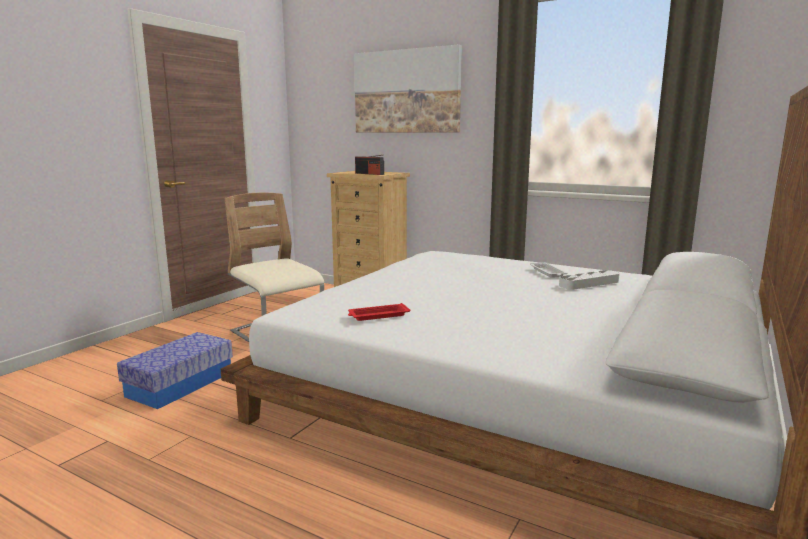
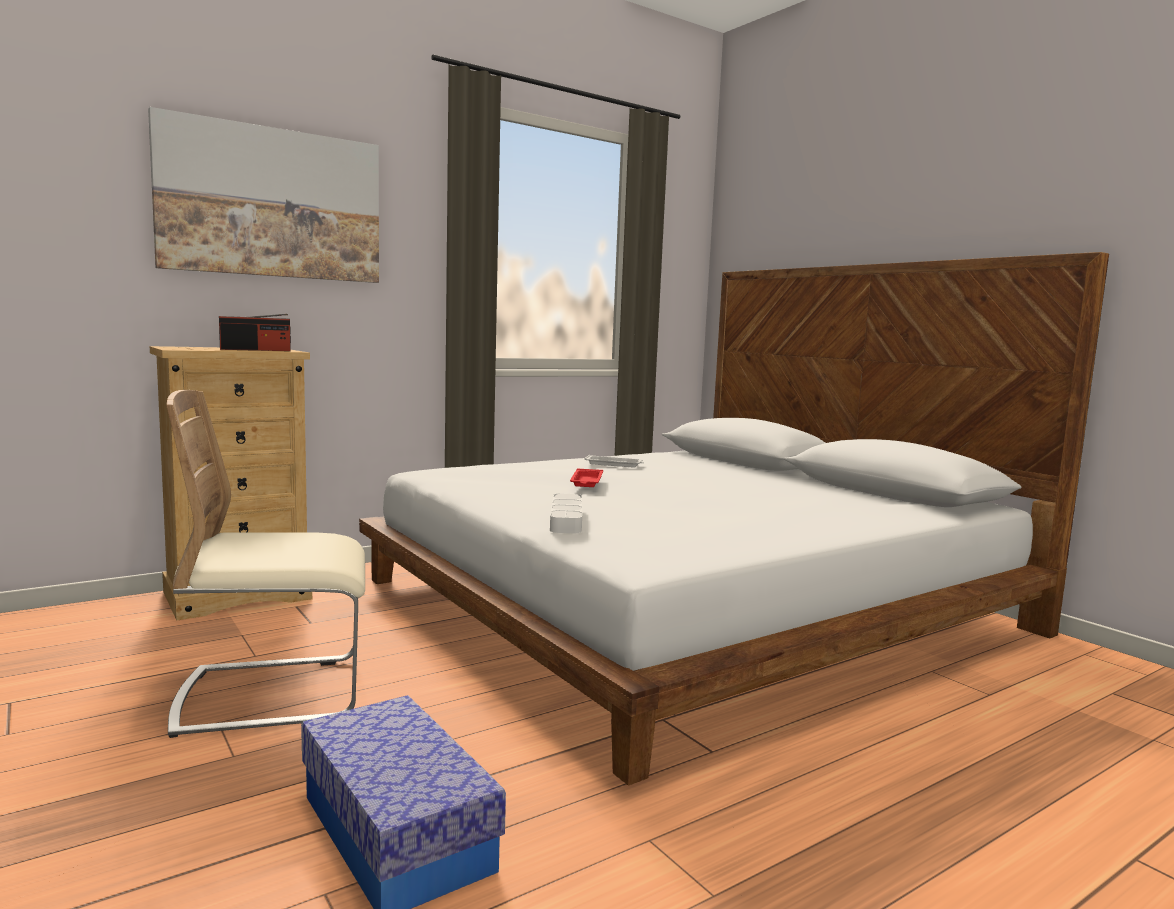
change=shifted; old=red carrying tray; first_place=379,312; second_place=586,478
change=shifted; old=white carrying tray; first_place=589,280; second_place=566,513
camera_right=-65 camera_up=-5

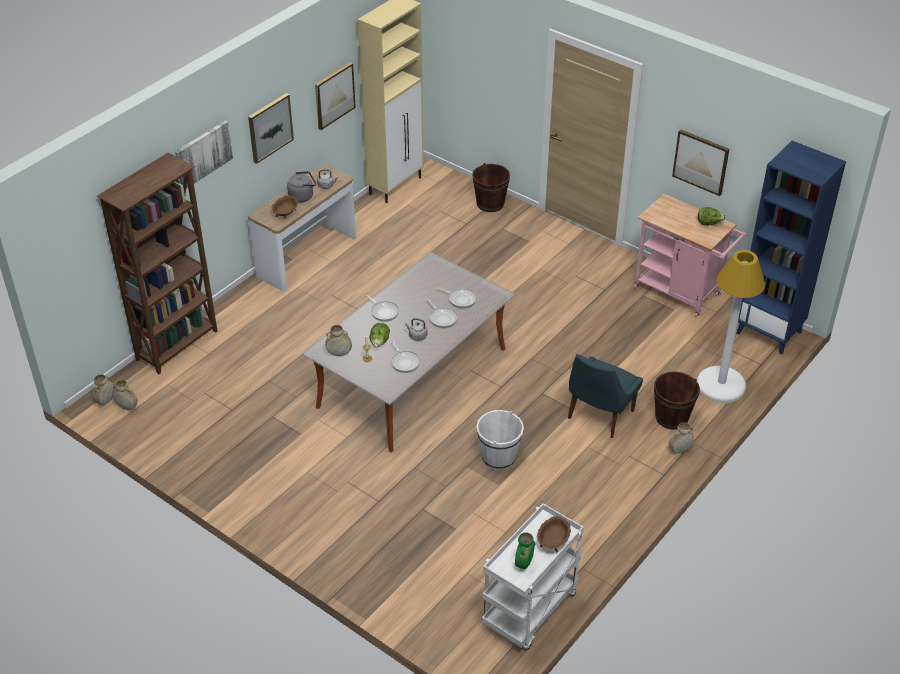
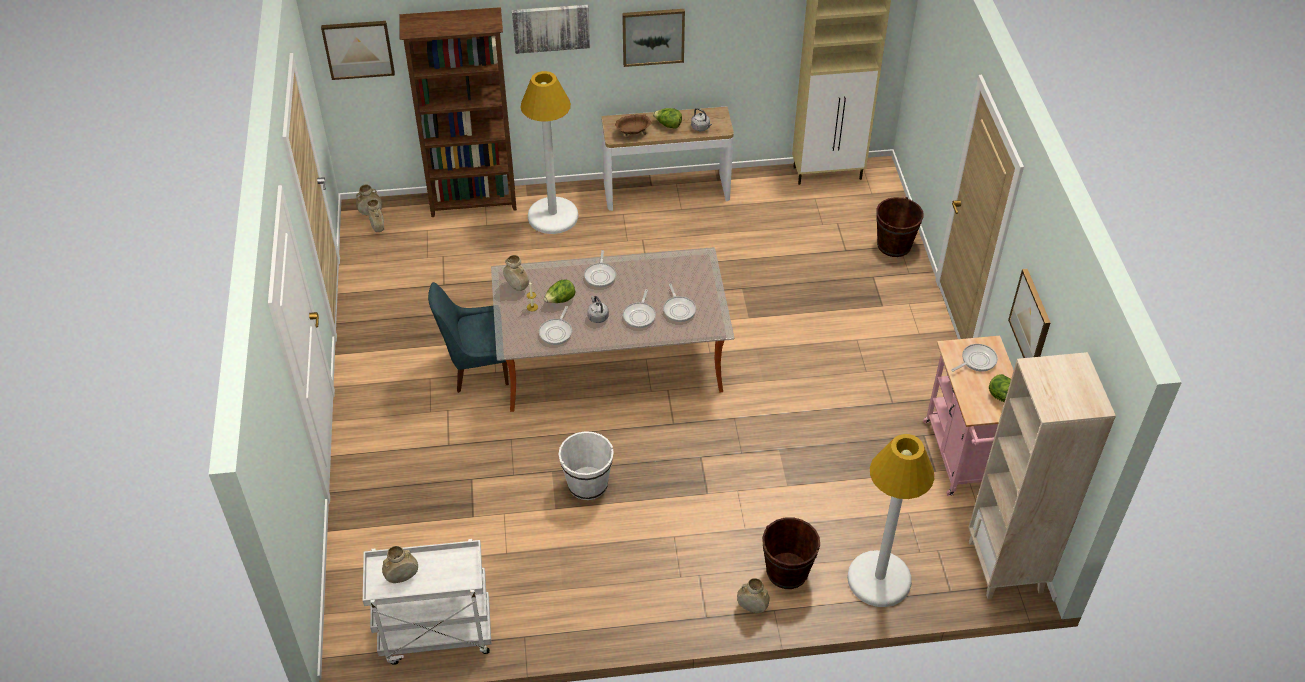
change=swapped; old=grey kettle; new=lettuce head; first_place=301,187; second_place=667,118
change=shifted; old=wall art; first_place=335,96; second_place=358,50
change=repainted; old=green-coloured vase; new=beige vase; first_place=525,550; second_place=400,564
change=gone; old=brownish deep dish; first_place=554,534
change=shifted; old=blue-coloured plain chair; first_place=605,396; second_place=468,337
change=repainted; old=blue-coloured shelving unit; new=beige shelving unit; first_place=791,248; second_place=1042,475
change=new; new=white standard lamp; second_place=549,152
change=new; new=skillet; second_place=974,358
camera_right=45 camera_up=5

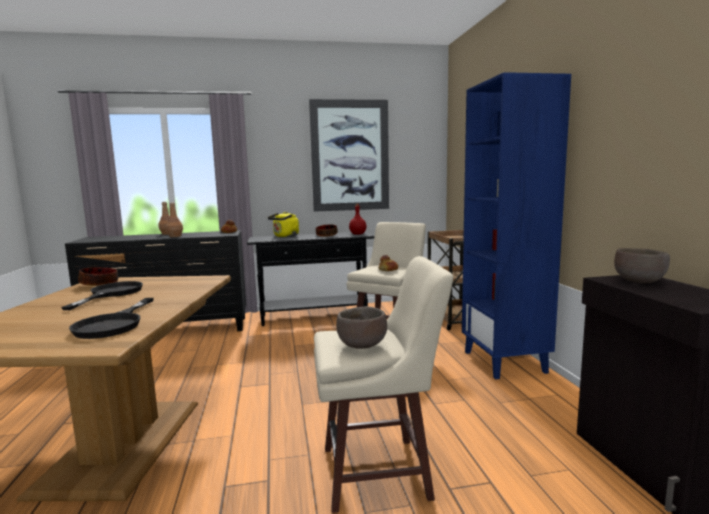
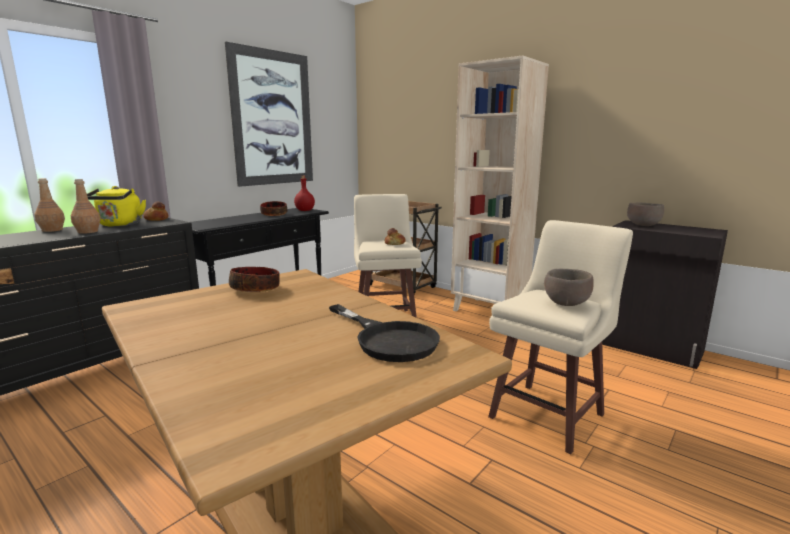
change=gone; old=blackish skillet; first_place=102,295
change=shifted; old=deep dish; first_place=98,276; second_place=254,279
change=shifted; old=yellow-coloured kettle; first_place=283,224; second_place=116,206
change=repainted; old=blue-coloured shelving unit; new=beige shelving unit; first_place=516,225; second_place=500,183
camera_right=-40 camera_up=5

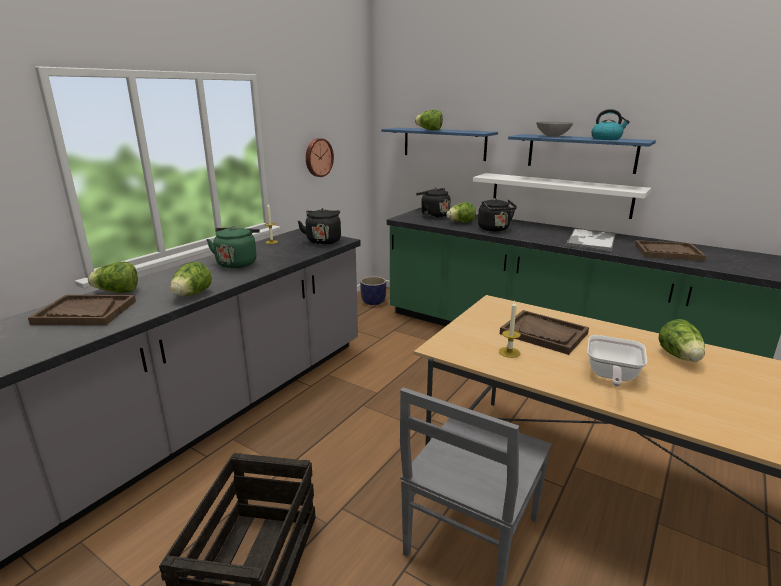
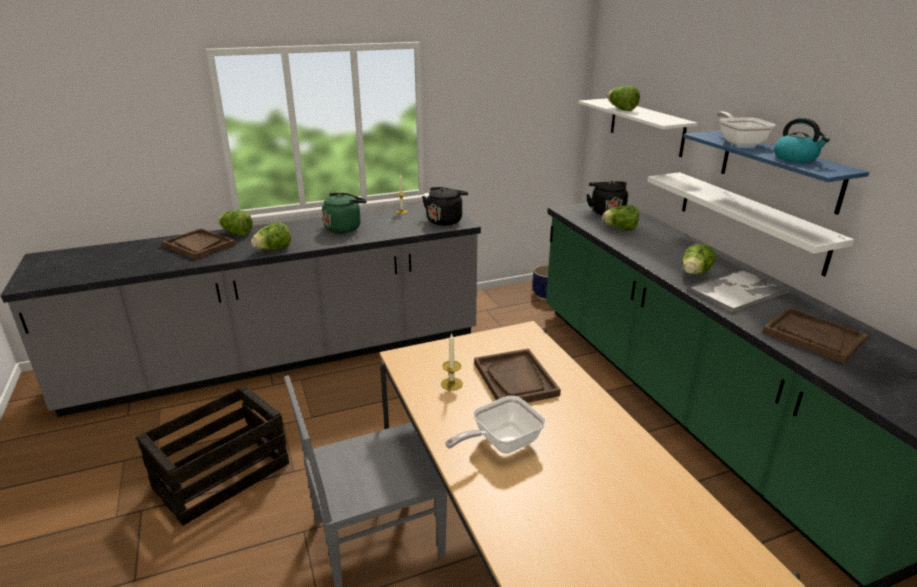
change=gone; old=wall clock; first_place=320,157
change=repainted; old=blue-coloured wall shelf; new=white wall shelf; first_place=439,144; second_place=637,127
change=gone; old=blackish kettle; first_place=497,214
change=swapped; old=grey deep dish; new=skillet; first_place=554,129; second_place=746,129
change=shifted; old=lettuce head; first_place=682,340; second_place=699,259
camera_right=35 camera_up=5

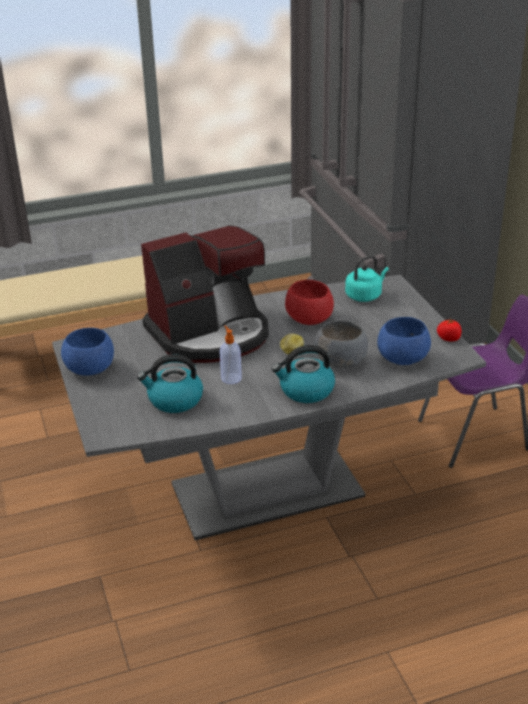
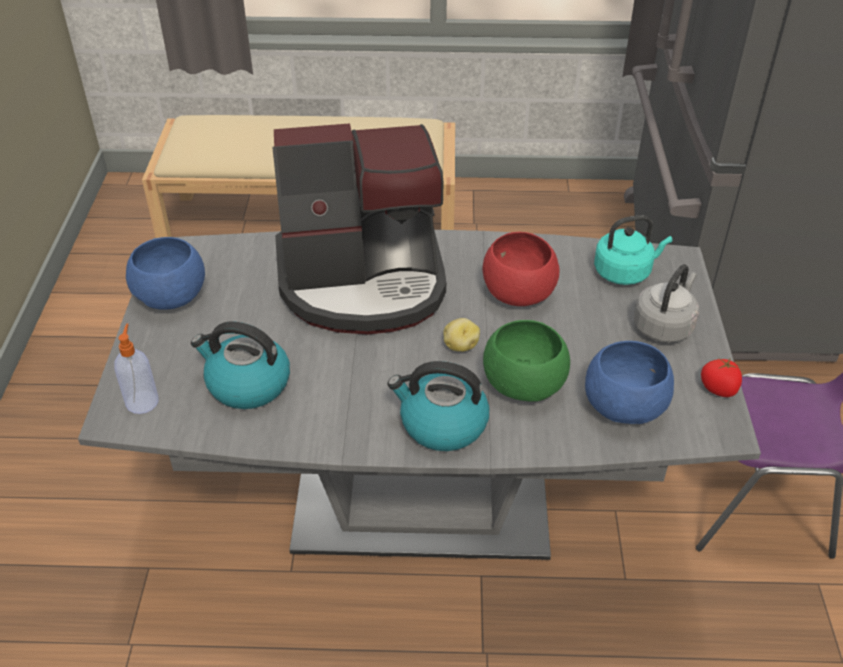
change=shifted; old=soap dispenser; first_place=231,354; second_place=136,369
change=repainted; old=grey deep dish; new=green-coloured deep dish; first_place=341,344; second_place=526,361
change=new; new=grey kettle; second_place=666,303
camera_right=20 camera_up=10

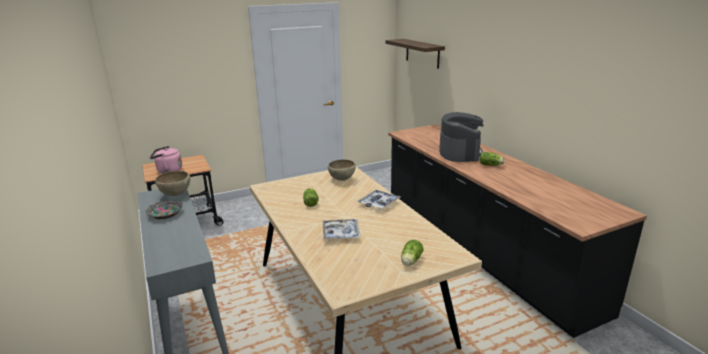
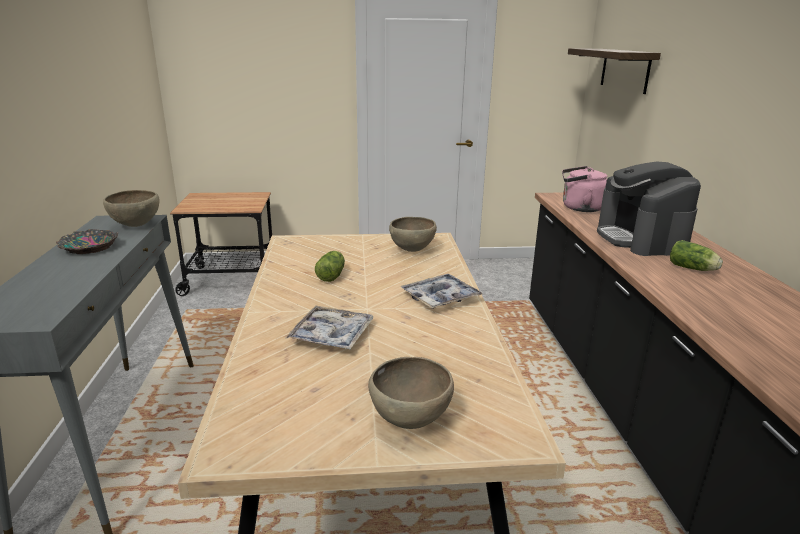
change=shifted; old=pink kettle; first_place=166,159; second_place=584,189
change=swapped; old=lettuce head; new=brownish deep dish; first_place=412,253; second_place=411,393
change=rotated; old=coffee machine; first_place=461,137; second_place=649,209; degrees=150
camera_right=20 camera_up=0

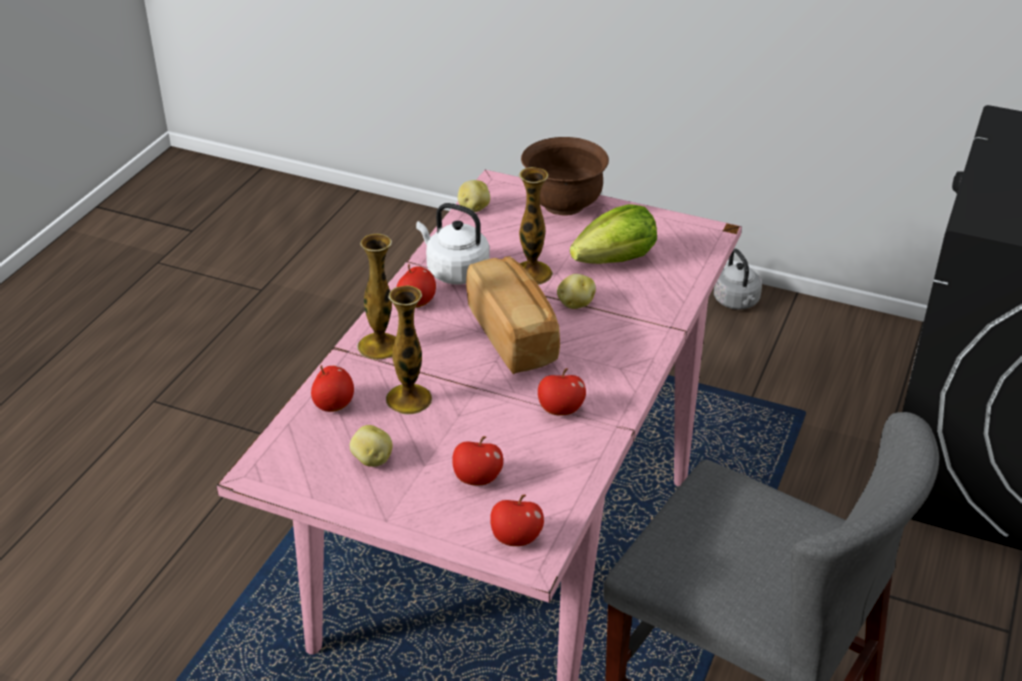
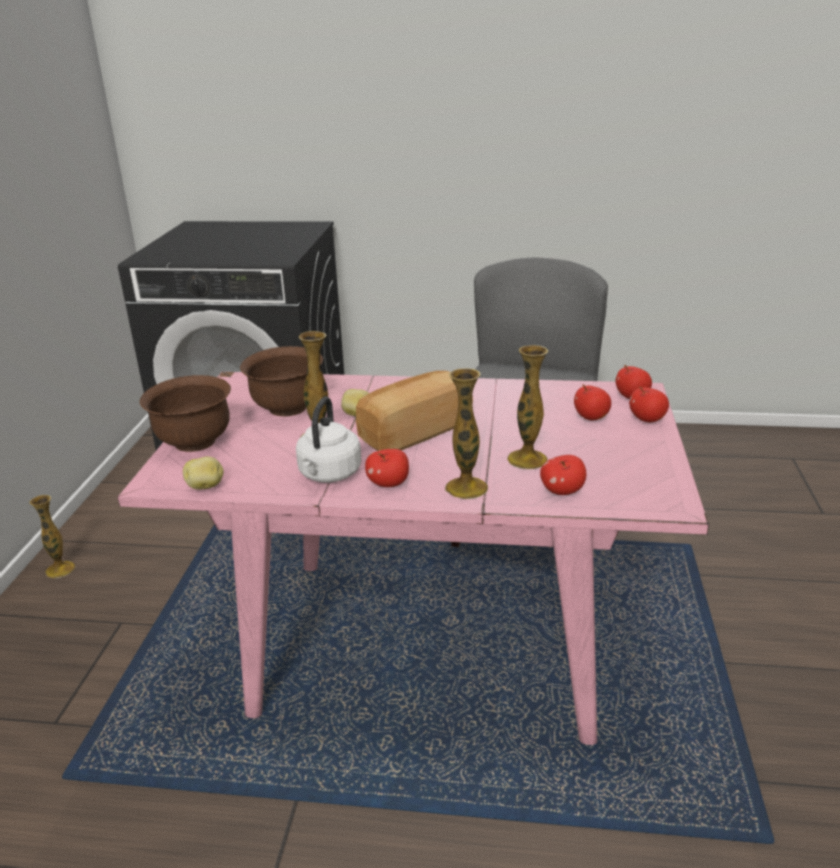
change=gone; old=spud; first_place=371,446
change=shifted; old=apple; first_place=562,392; second_place=649,404
change=swapped; old=lettuce head; new=brownish deep dish; first_place=613,234; second_place=281,381
change=swapped; old=grey kettle; new=vase; first_place=738,279; second_place=52,536
camera_right=-105 camera_up=-10

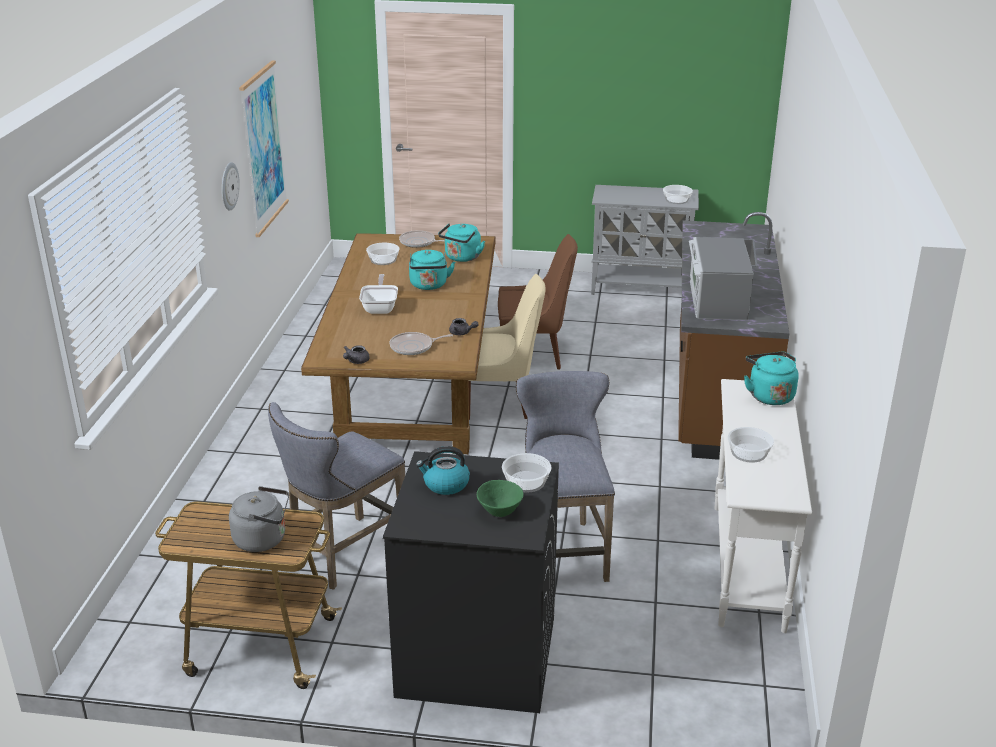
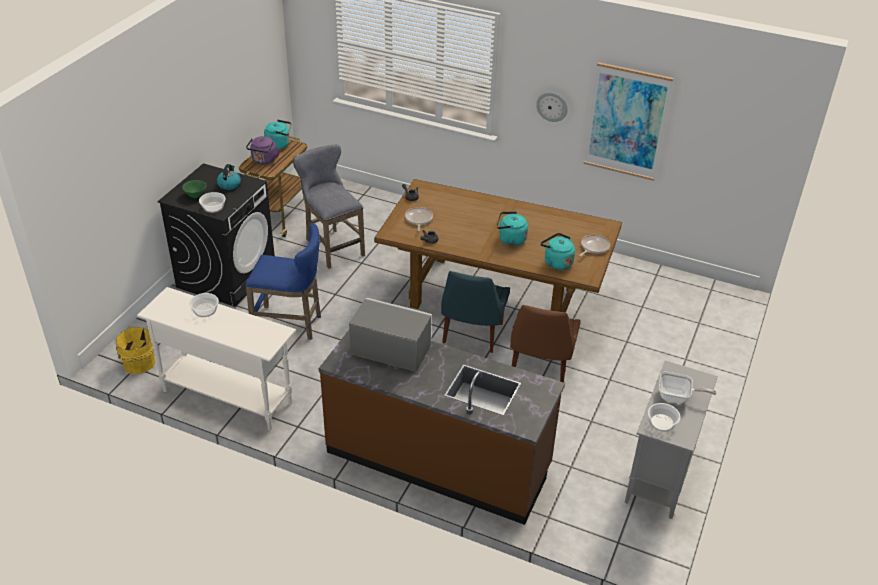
change=repainted; old=grey kettle; new=purple kettle; first_place=259,519; second_place=263,150
change=shifted; old=skillet; first_place=378,294; second_place=687,387
change=gone; old=deep dish; first_place=383,254
change=repainted; old=beige plain chair; new=blue-coloured plain chair; first_place=507,347; second_place=475,312
change=repainted; old=grey stool seat; new=blue-coloured stool seat; first_place=565,476; second_place=283,281
change=shifted; old=turquoise kettle; first_place=771,378; second_place=278,134
change=new; new=yellow-coloured pail; second_place=135,350
camera_right=105 camera_up=10

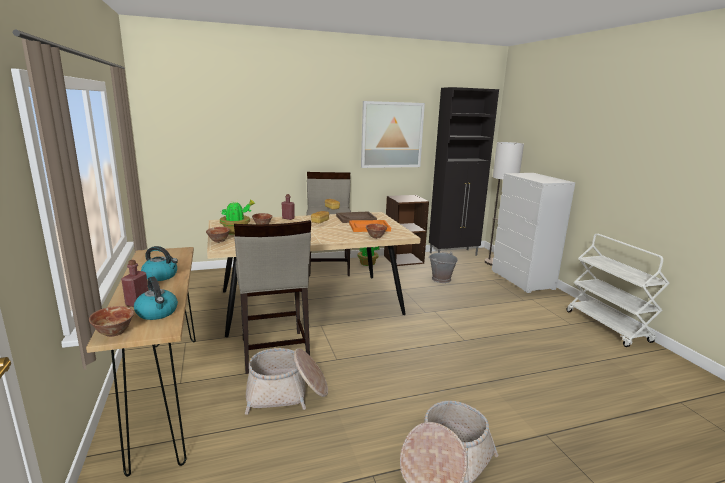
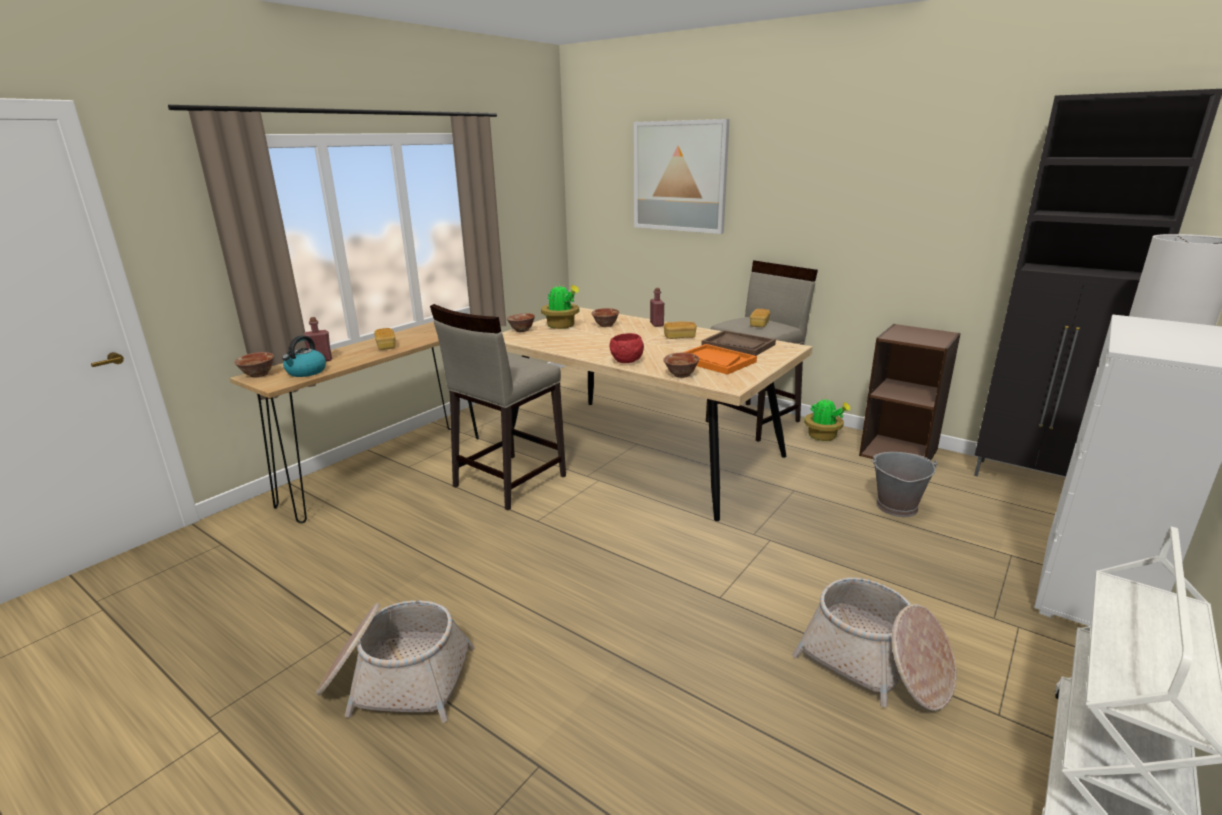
change=swapped; old=kettle; new=baked bread; first_place=159,263; second_place=385,339
change=shifted; old=basket; first_place=286,381; second_place=874,644
change=shifted; old=wall art; first_place=393,134; second_place=682,176
change=new; new=red deep dish; second_place=627,348
camera_right=55 camera_up=5

